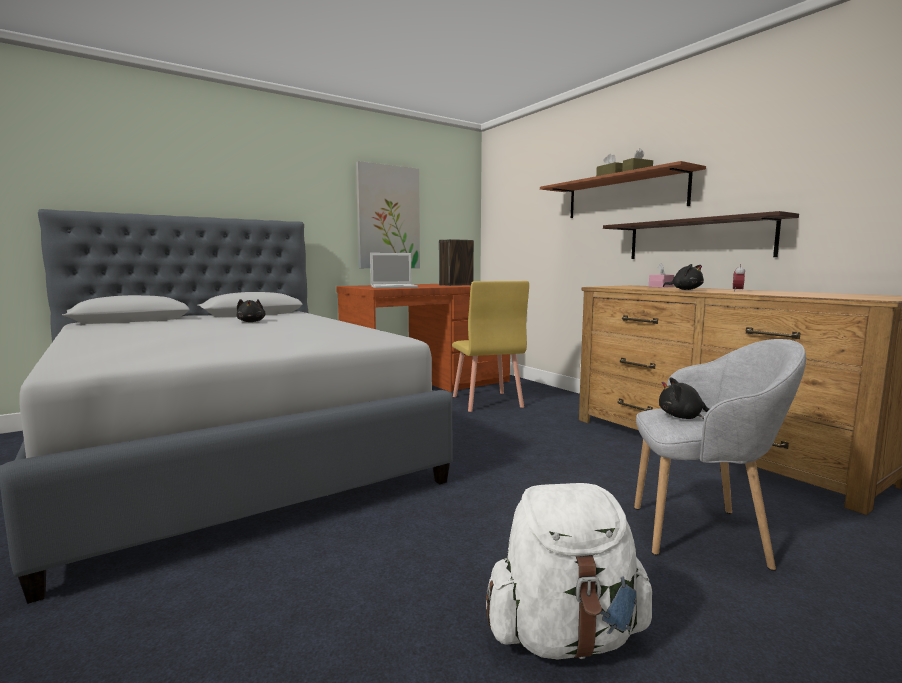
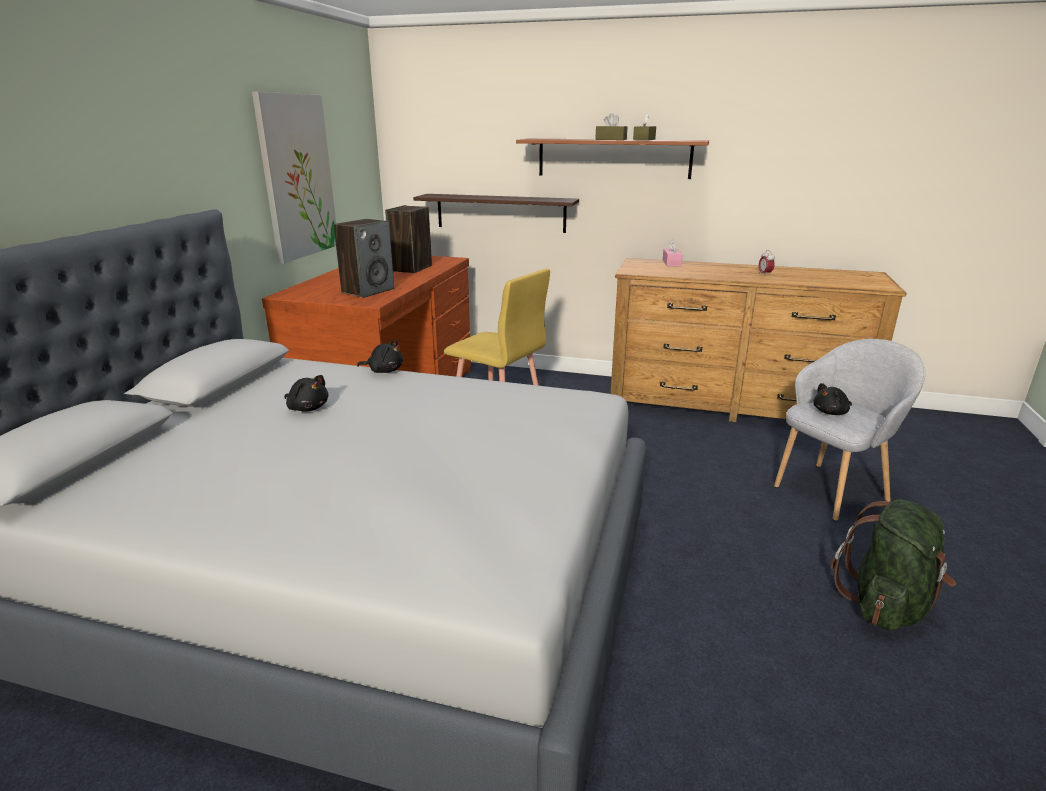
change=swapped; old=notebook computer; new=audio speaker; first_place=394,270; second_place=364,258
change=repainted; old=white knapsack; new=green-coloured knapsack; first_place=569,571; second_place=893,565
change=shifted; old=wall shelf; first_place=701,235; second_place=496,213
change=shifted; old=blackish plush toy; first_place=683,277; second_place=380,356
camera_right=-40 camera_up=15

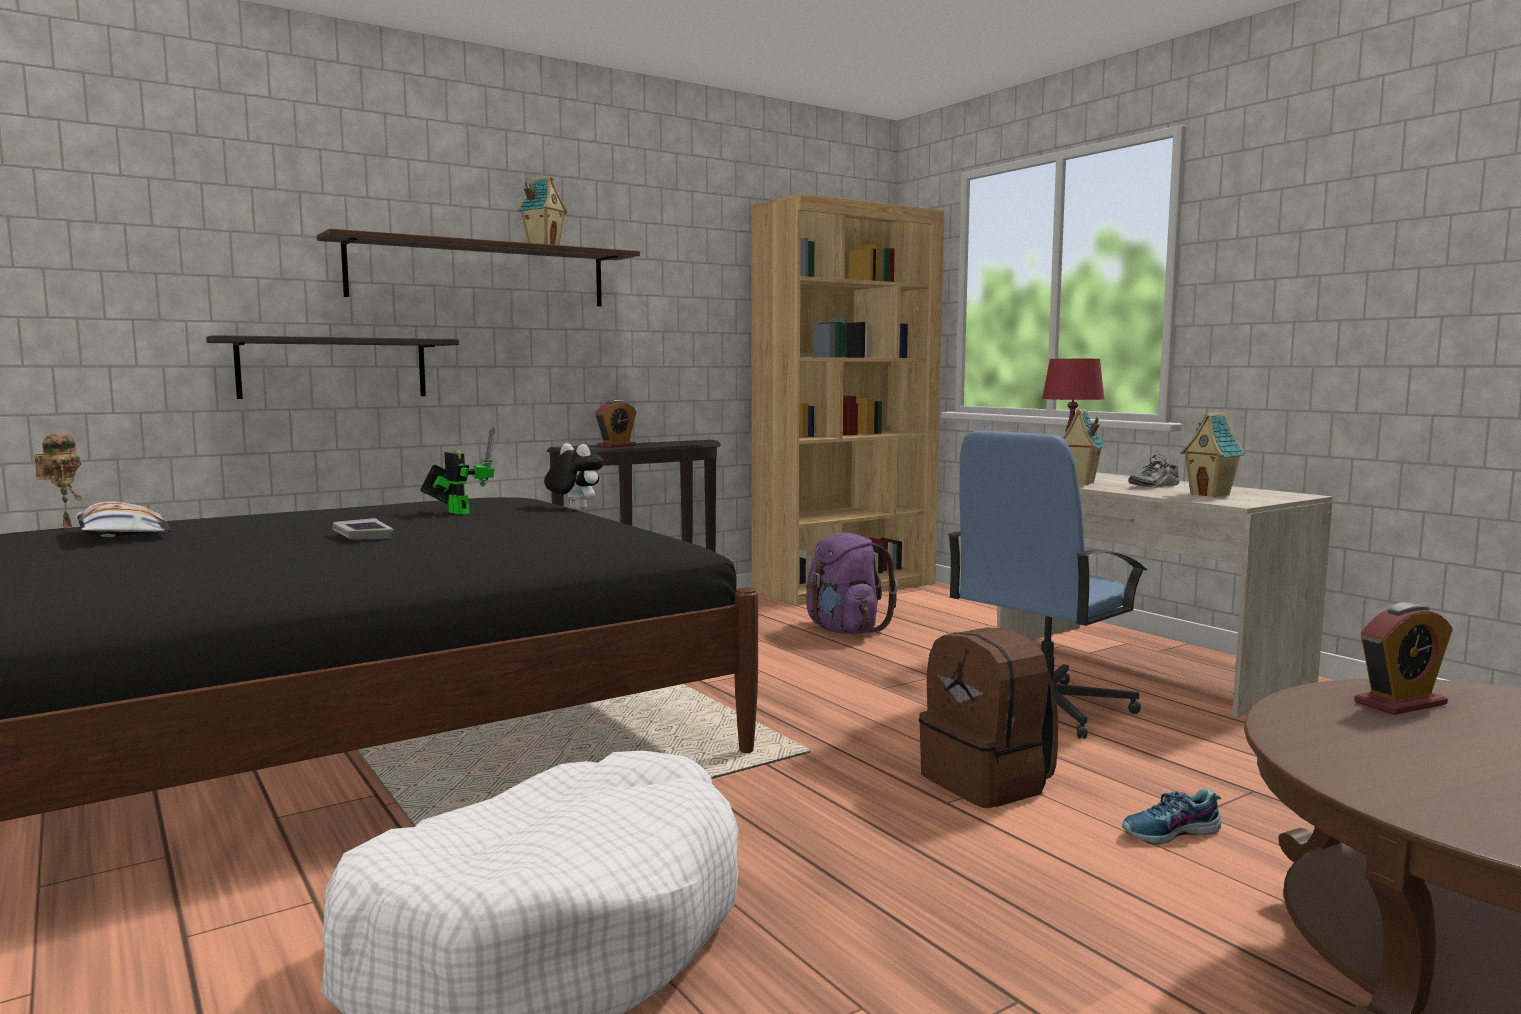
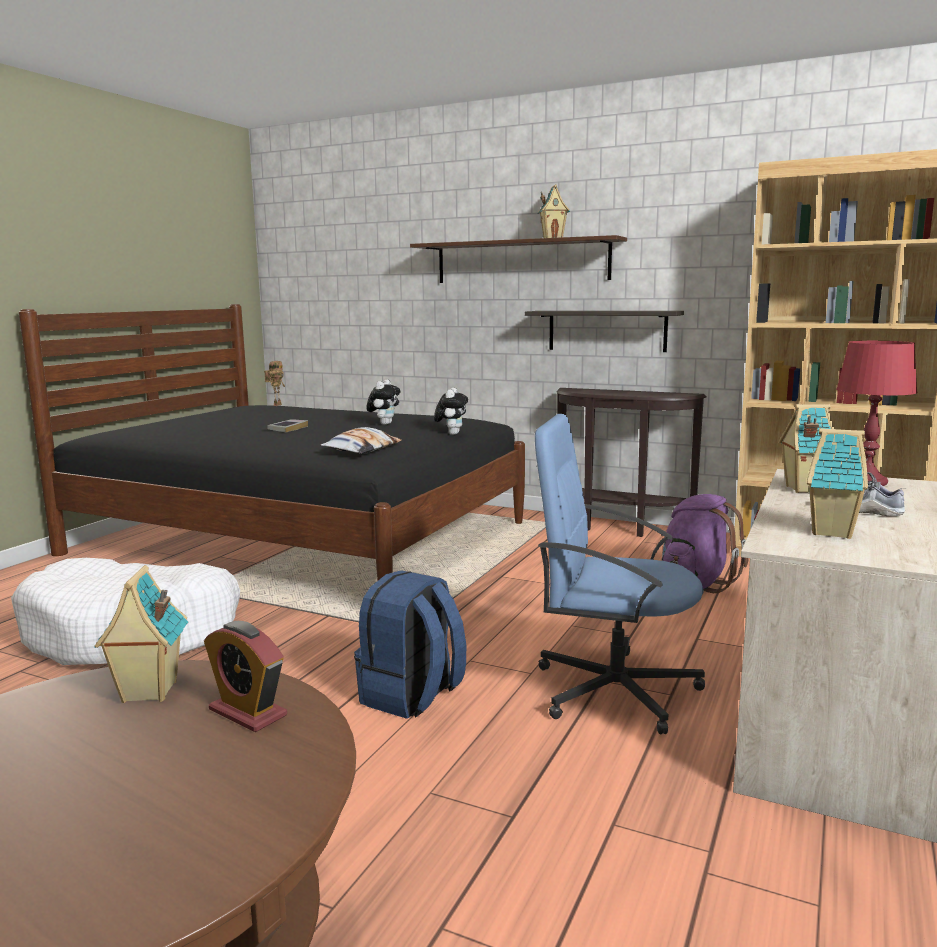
change=shifted; old=pillow; first_place=124,519; second_place=361,440
change=shifted; old=wall shelf; first_place=332,367; second_place=604,331
change=swapped; old=model robot; new=plush toy; first_place=457,471; second_place=383,402
change=gone; old=bedside clock; first_place=616,424
change=repainted; old=brownish knapsack; new=blue-coloured knapsack; first_place=988,717; second_place=410,644
change=gone; old=item of footwear; first_place=1171,816
change=new; new=toy house; second_place=141,634
camera_right=60 camera_up=5

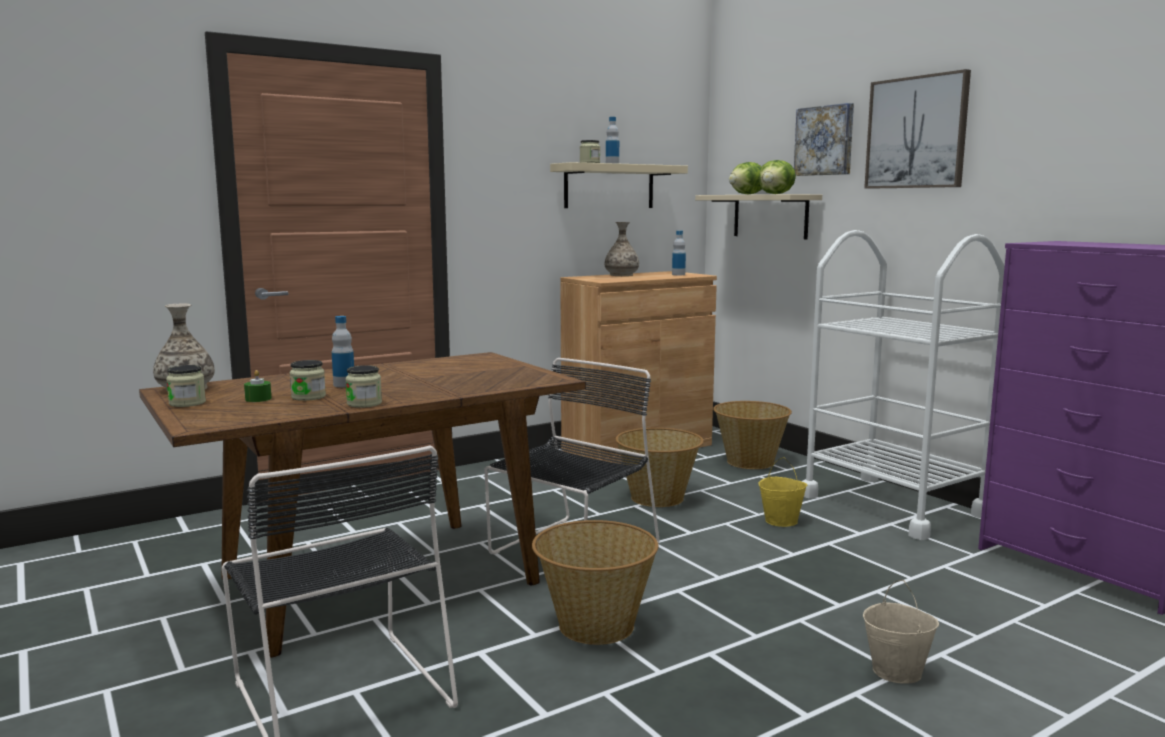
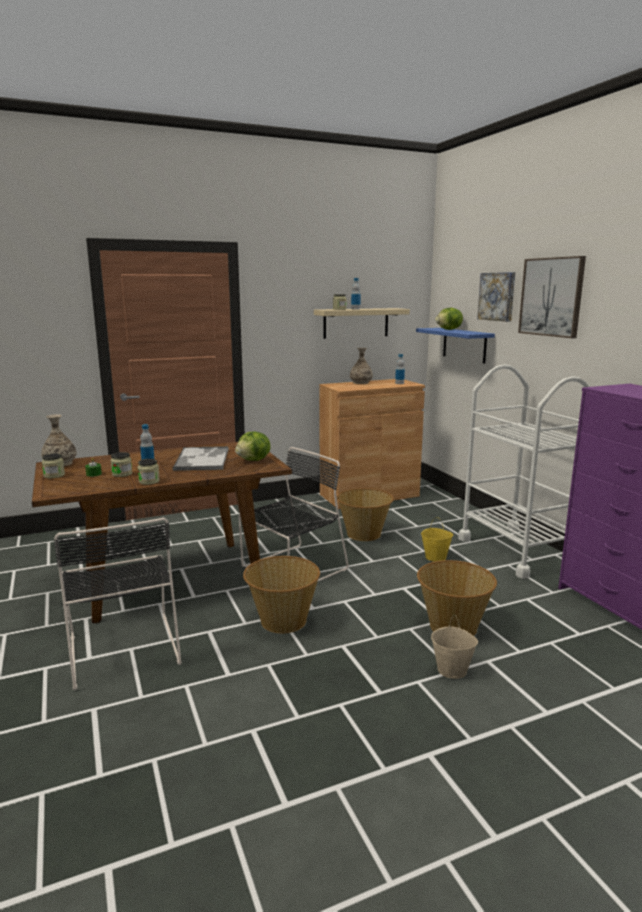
change=repainted; old=beige wall shelf; new=blue-coloured wall shelf; first_place=758,216; second_place=455,346
change=shifted; old=basket; first_place=752,435; second_place=457,598
change=shifted; old=lettuce head; first_place=777,177; second_place=253,446
change=new; new=carrying tray; second_place=200,458
camera_right=10 camera_up=5

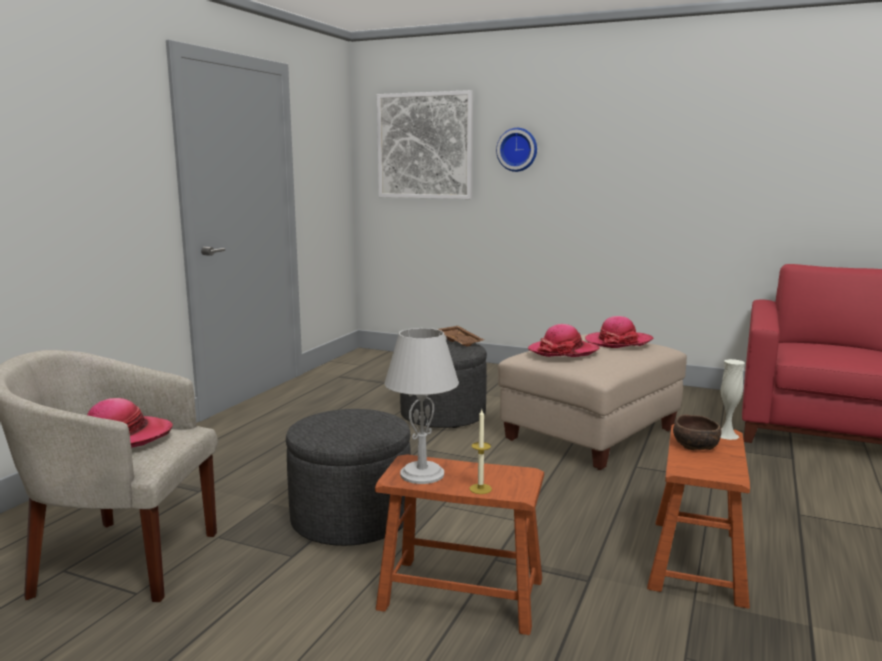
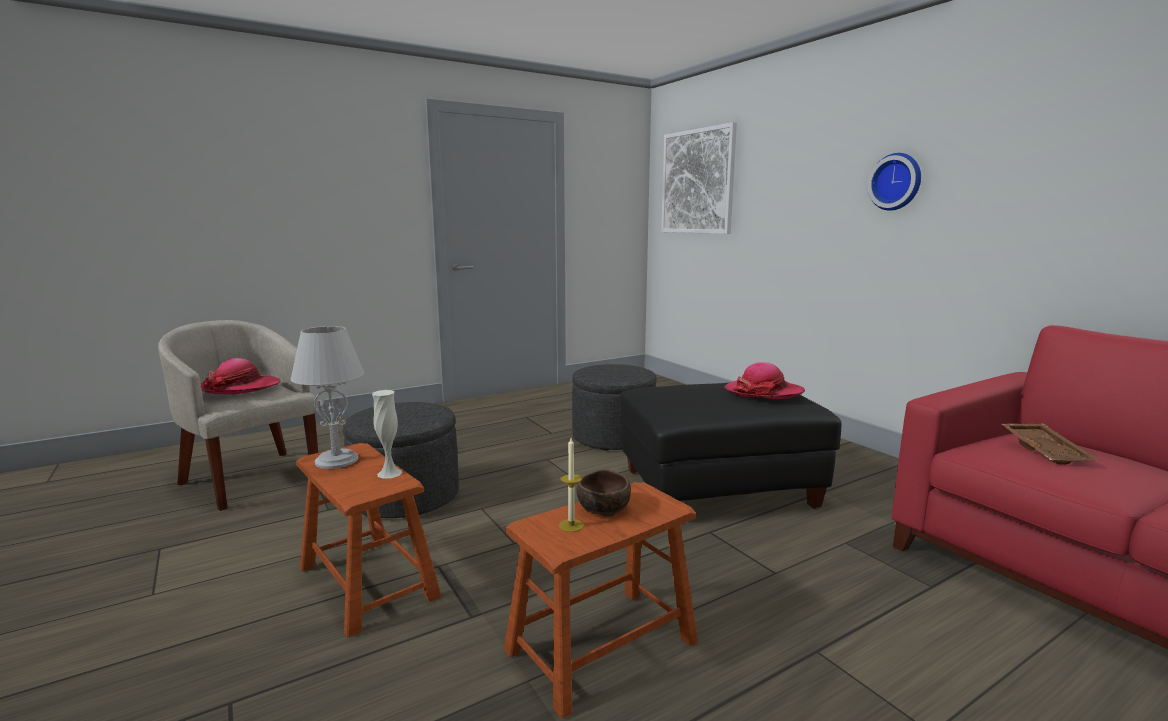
change=shifted; old=brownish carrying tray; first_place=461,336; second_place=1051,444
change=shifted; old=wax light; first_place=480,452; second_place=571,485
change=shifted; old=wall clock; first_place=516,150; second_place=894,182
change=repainted; old=beige pouffe; new=blackish pouffe; first_place=592,402; second_place=731,445
change=gone; old=hat; first_place=564,340
change=shifted; old=white vase; first_place=732,399; second_place=387,434
camera_right=35 camera_up=0

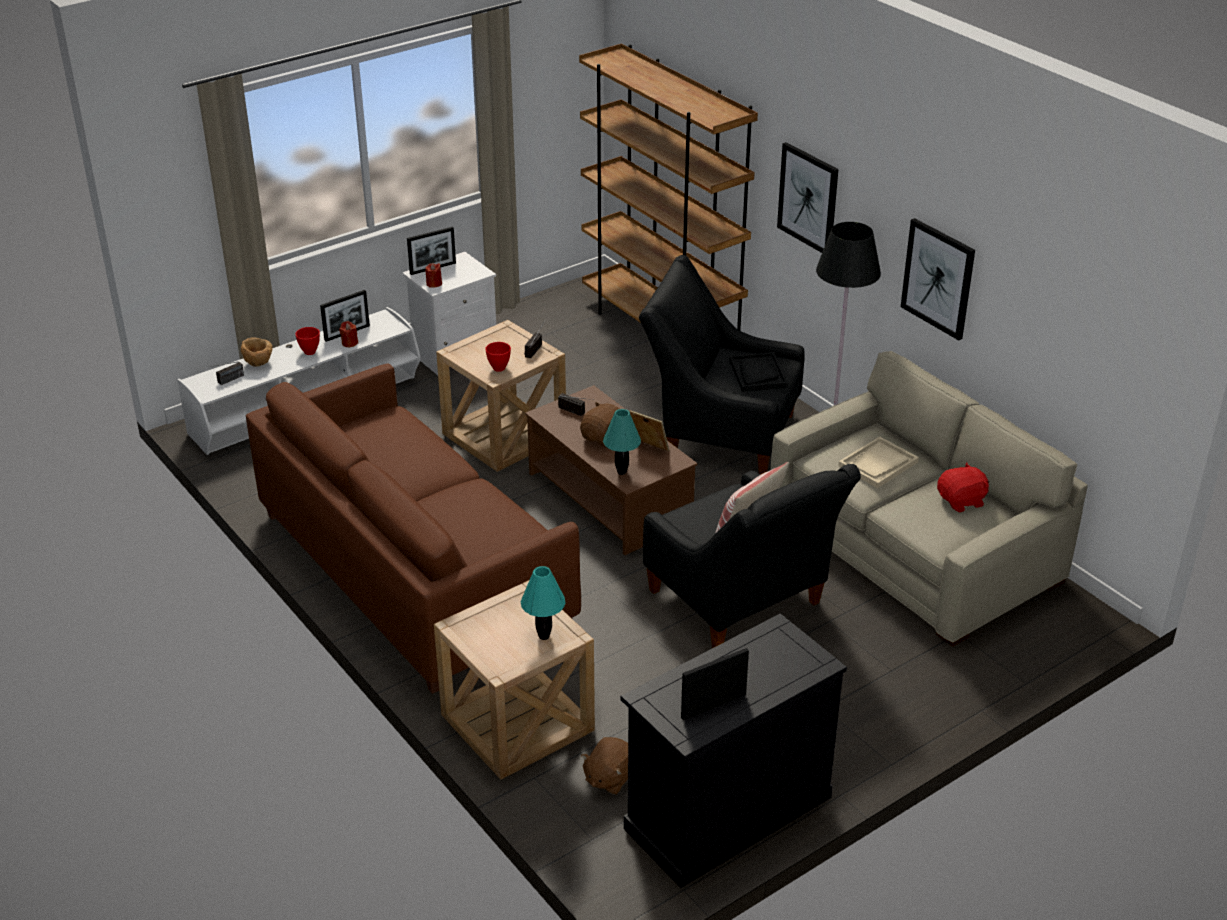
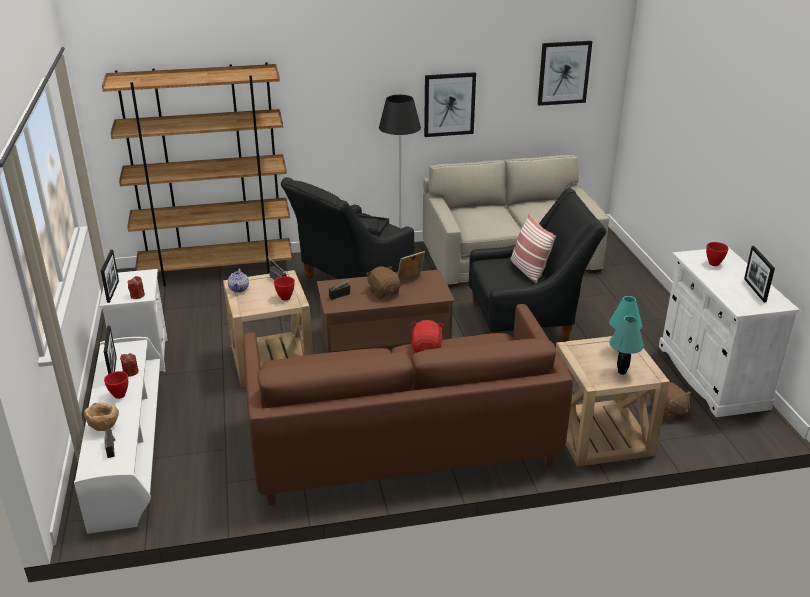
change=shifted; old=turquoise tabletop lamp; first_place=622,442; second_place=626,345
change=repainted; old=blackish storage cabinet; new=white storage cabinet; first_place=733,750; second_place=729,332
change=shifted; old=wall art; first_place=807,197; second_place=565,73
change=gone; old=beige carrying tray; first_place=879,462
change=shifted; old=red plush toy; first_place=963,487; second_place=427,337
change=new; new=pot for tea; second_place=238,280
change=new; new=red deep dish; second_place=717,254
camera_right=-65 camera_up=-5

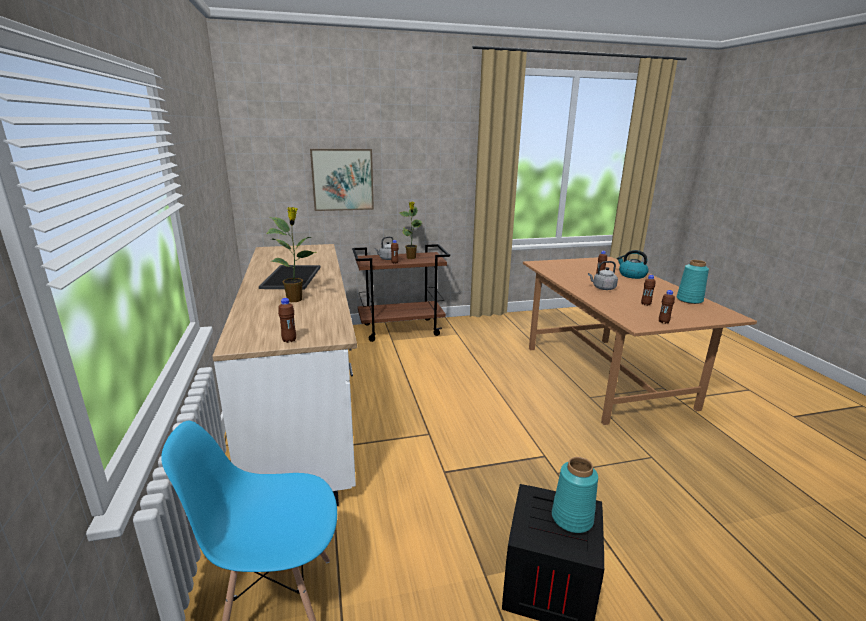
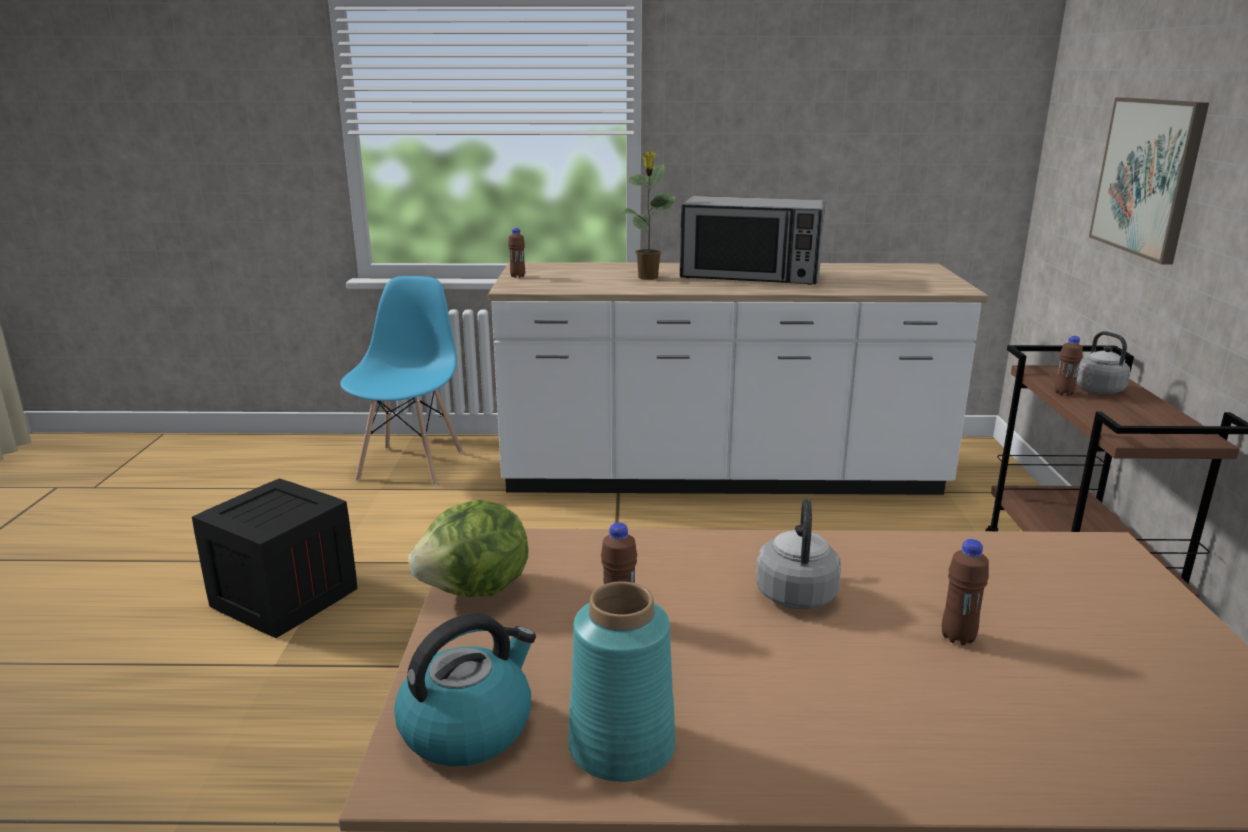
change=swapped; old=carrying tray; new=microwave; first_place=290,277; second_place=752,240
change=gone; old=houseplant; first_place=411,230
change=gone; old=turquoise vase; first_place=575,495
change=shifted; old=kettle; first_place=633,264; second_place=465,689
change=swapped; old=brownish bottle; new=lettuce head; first_place=667,307; second_place=468,548
camera_right=105 camera_up=0

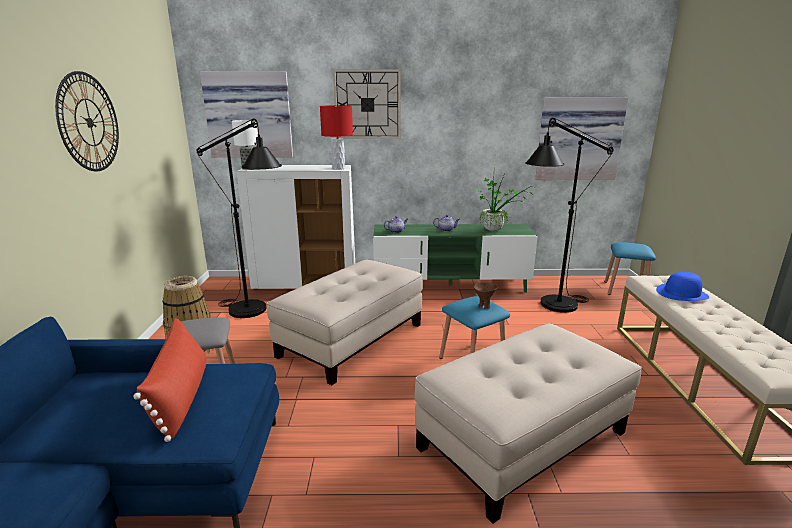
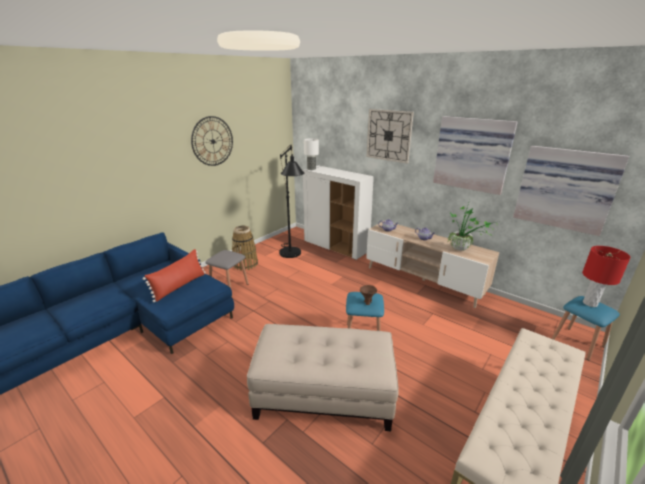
change=shifted; old=wall art; first_place=246,114; second_place=475,155
change=gone; old=beige pouffe; first_place=345,322
change=shifted; old=red tabletop lamp; first_place=336,137; second_place=606,276
change=repainted; old=green-coloured tv unit; new=beige tv unit; first_place=455,258; second_place=432,264
change=gone; old=blackish standard lamp; first_place=569,215
change=gone; old=blue-coloured hat; first_place=682,286
camera_right=40 camera_up=5

